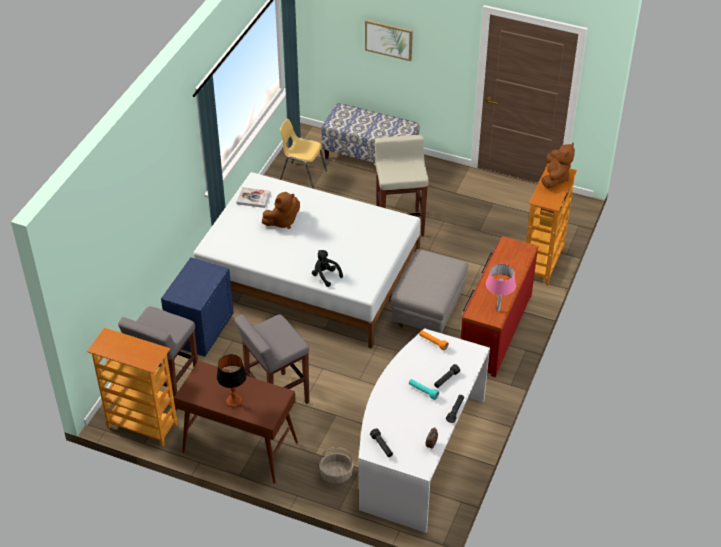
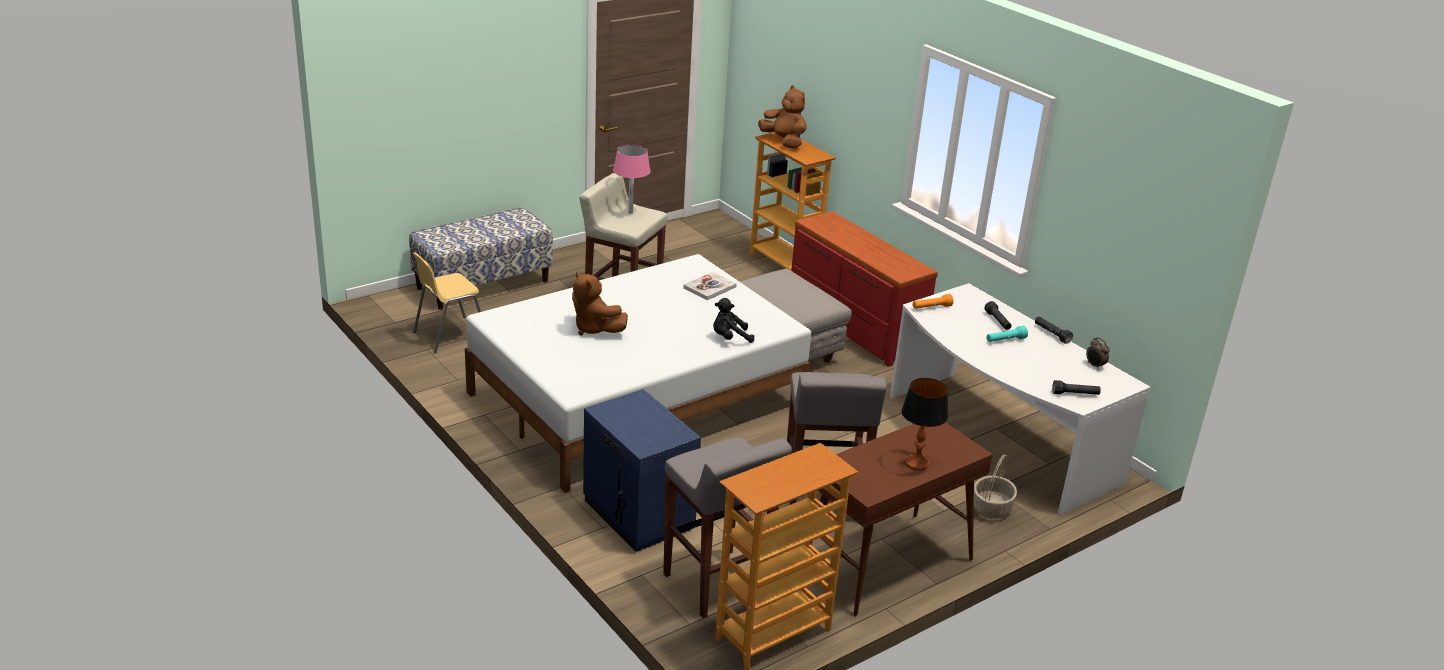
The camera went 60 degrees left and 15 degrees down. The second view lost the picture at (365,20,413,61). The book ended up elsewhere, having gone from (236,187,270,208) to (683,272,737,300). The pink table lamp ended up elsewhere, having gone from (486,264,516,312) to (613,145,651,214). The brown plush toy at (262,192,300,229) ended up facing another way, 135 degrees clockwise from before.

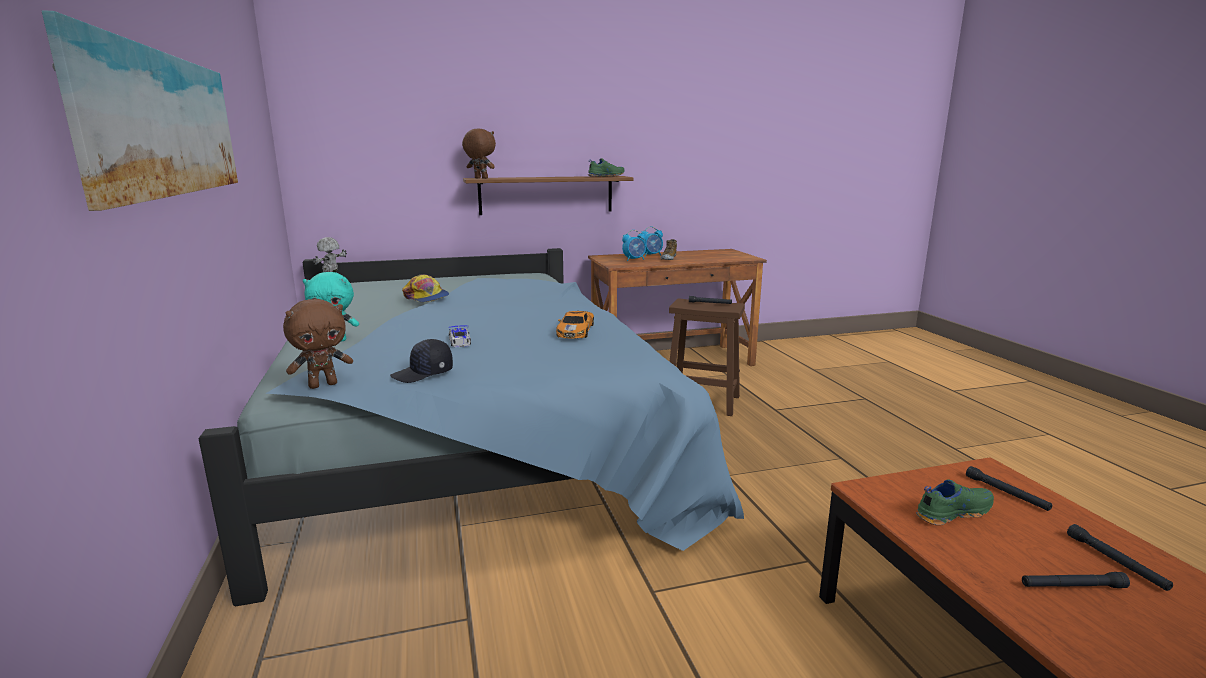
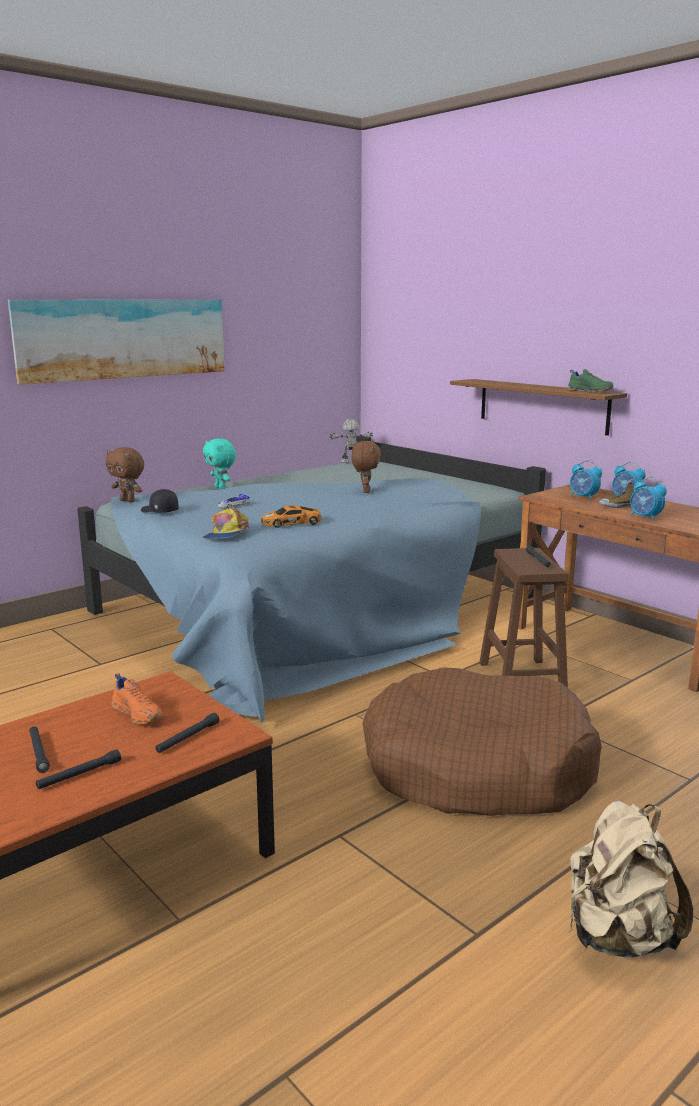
The camera went 65 degrees right and 0 degrees up. The second view gained the brown dog bed at (362,668,602,816). The second view gained the beige backpack at (569,801,693,957). The second view gained the alarm clock at (630,477,667,521). The cap ended up elsewhere, having gone from (402,275,449,302) to (202,508,249,539). The brown plush toy ended up elsewhere, having gone from (462,129,496,179) to (352,441,381,493). What was the green shoe at (916,479,994,526) turned into the orange shoe at (111,673,163,725).

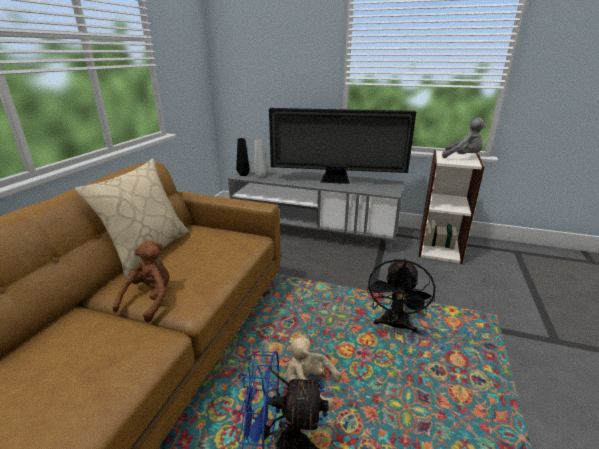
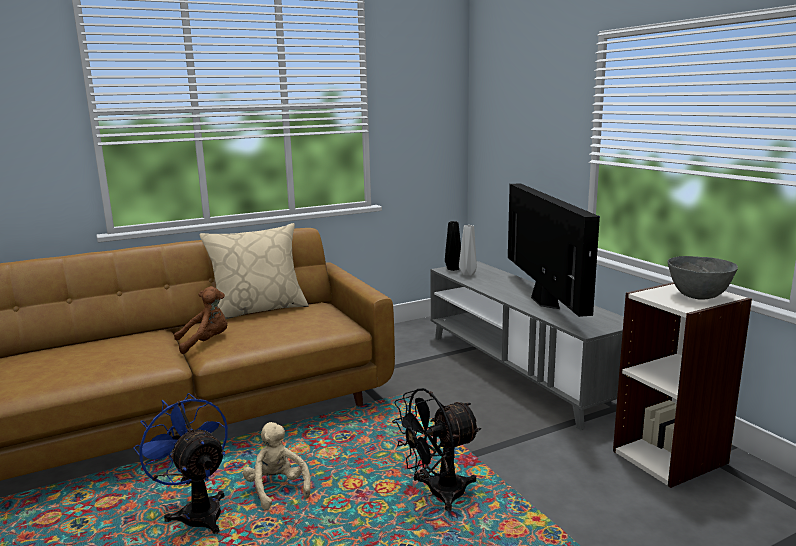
The camera went 45 degrees right and 10 degrees down. Where the grey plush toy stood at (442,118,487,158), the grey bowl came to stand at (668,256,738,300). The television at (269,108,416,184) ended up facing another way, 150 degrees counterclockwise from before.

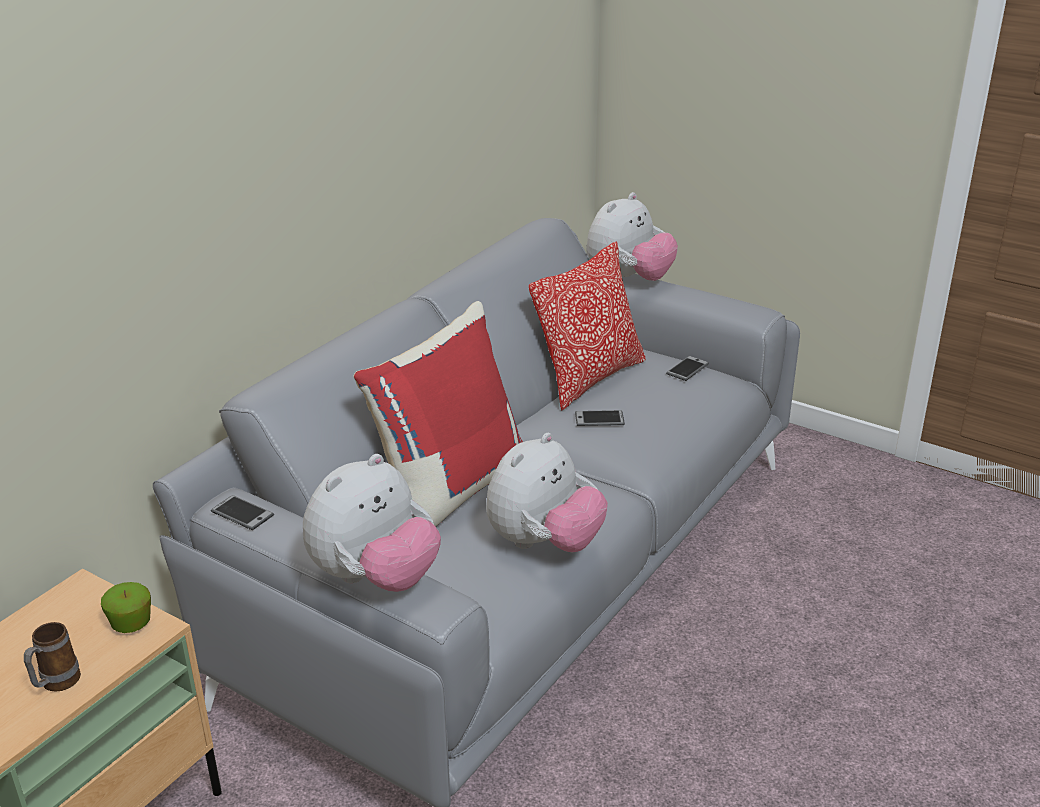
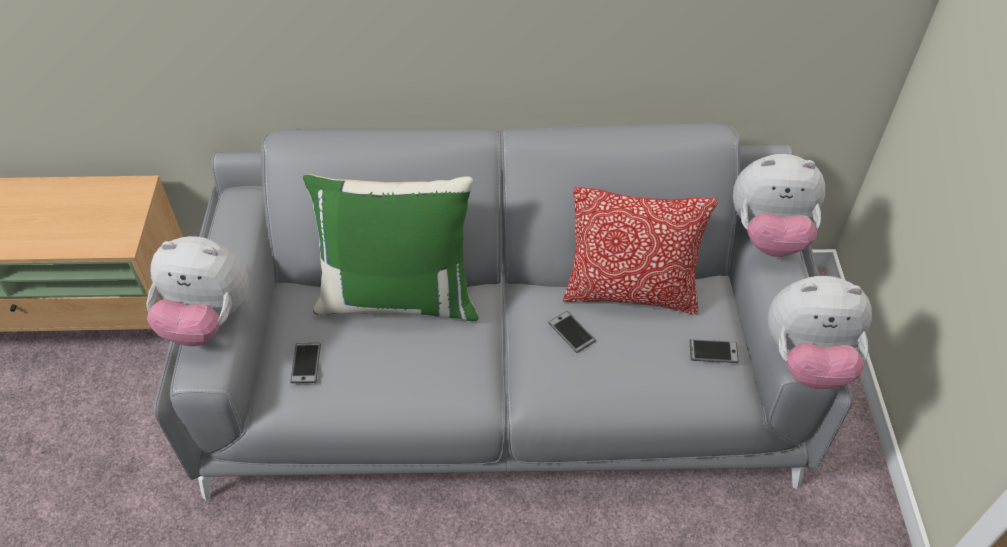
The camera went 55 degrees right and 20 degrees up. The second view lost the mug at (24,622,81,692). The second view lost the apple at (101,582,151,633). The phone ended up elsewhere, having gone from (211,495,274,530) to (290,343,321,383). The plush toy ended up elsewhere, having gone from (486,433,608,552) to (768,276,872,389). What was the red pillow at (353,301,523,527) turned into the green pillow at (303,174,479,321).

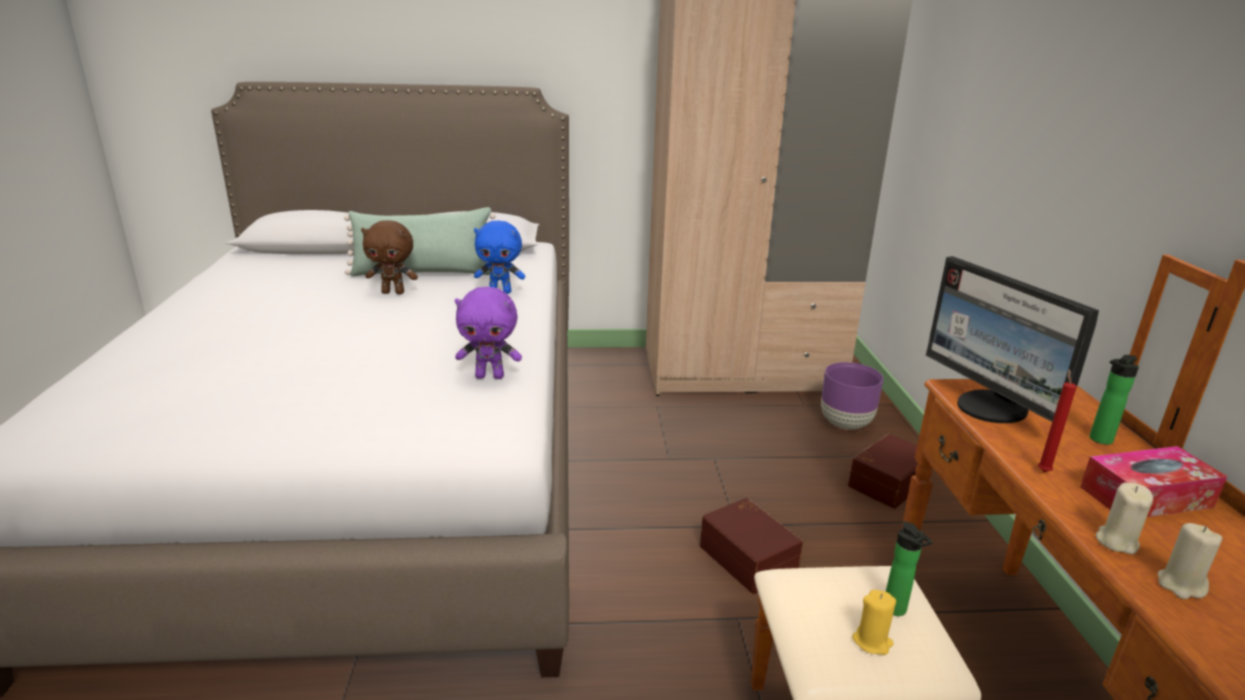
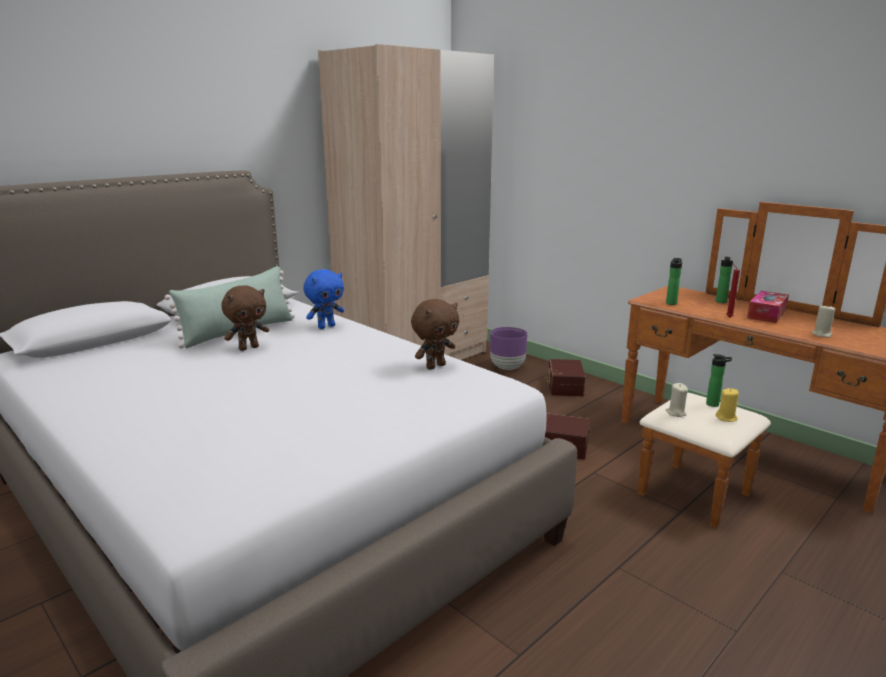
The camera went 40 degrees left and 5 degrees down. The beige candle ended up elsewhere, having gone from (1096,483,1153,554) to (666,383,688,417). Where the monitor stood at (926,256,1099,423), the bottle came to stand at (666,258,682,305). What was the purple plush toy at (455,287,522,379) turned into the brown plush toy at (411,299,459,370).

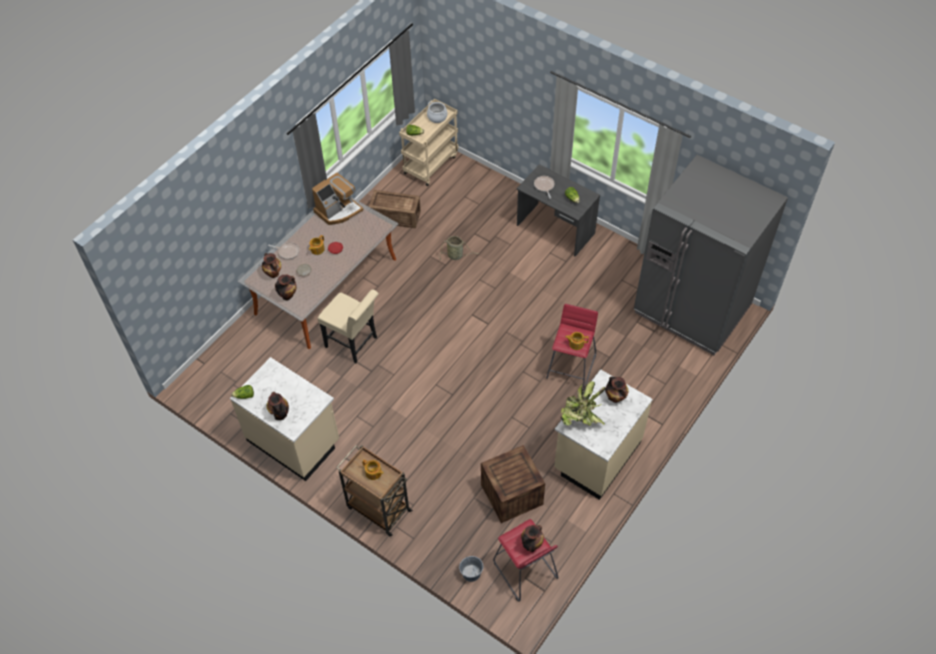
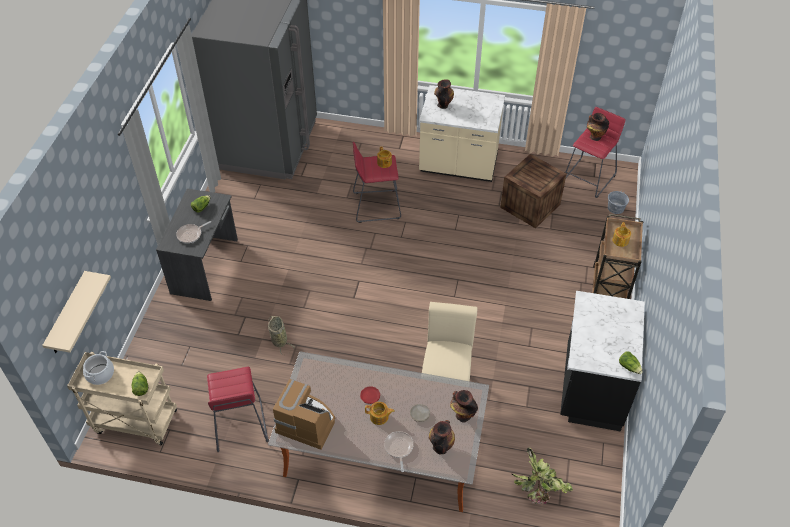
The camera went 115 degrees left and 5 degrees down. The second view lost the vase at (266,392,289,420). The second view gained the beige shelf at (42,271,111,353). The potted plant ended up elsewhere, having gone from (561,381,605,426) to (512,448,573,505). Where the crate stood at (369,190,421,228), the red stool came to stand at (207,367,269,452). What was the beige counter at (230,357,339,481) turned into the black counter at (560,291,645,432).

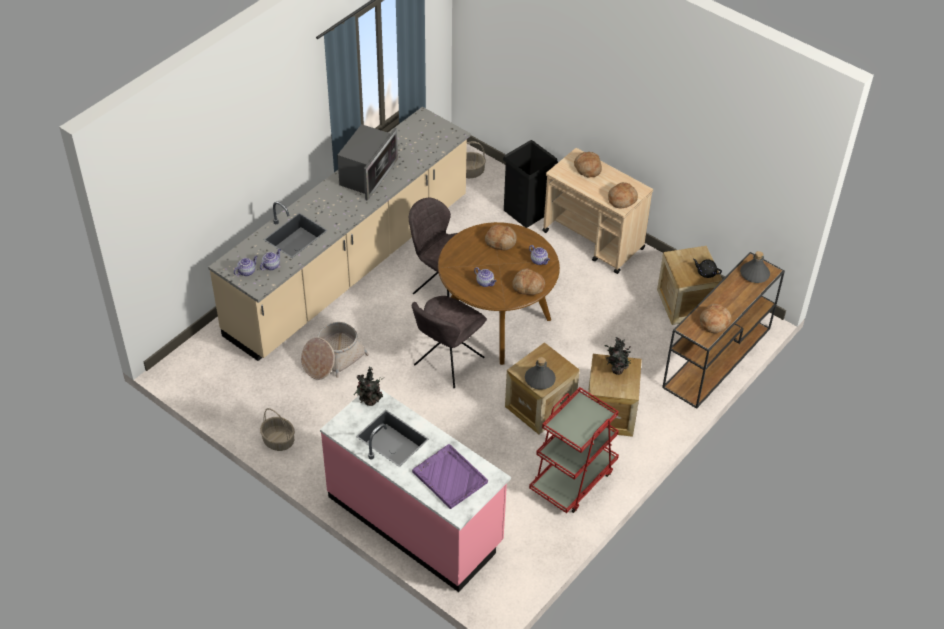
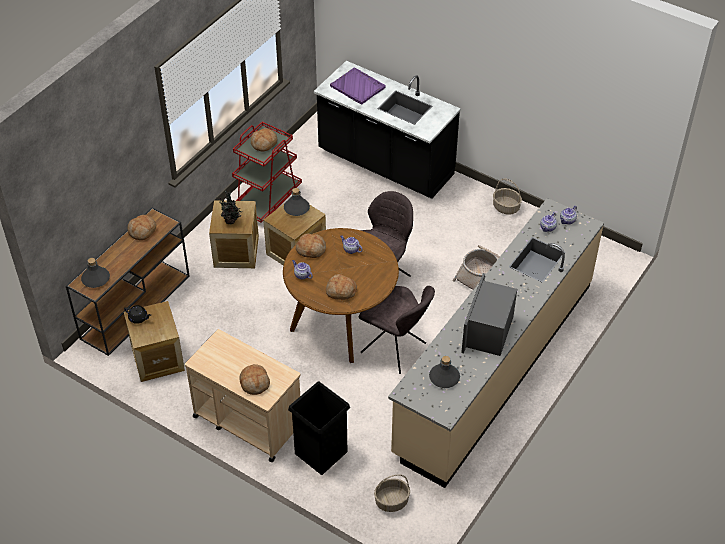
The camera went 175 degrees right and 0 degrees up. The second view lost the potted plant at (354,367,383,406). The second view gained the grey bottle at (429,356,460,388). The bread ended up elsewhere, having gone from (608,182,638,208) to (251,128,277,151). What was the pink counter at (320,389,511,592) turned into the black counter at (314,61,461,199).

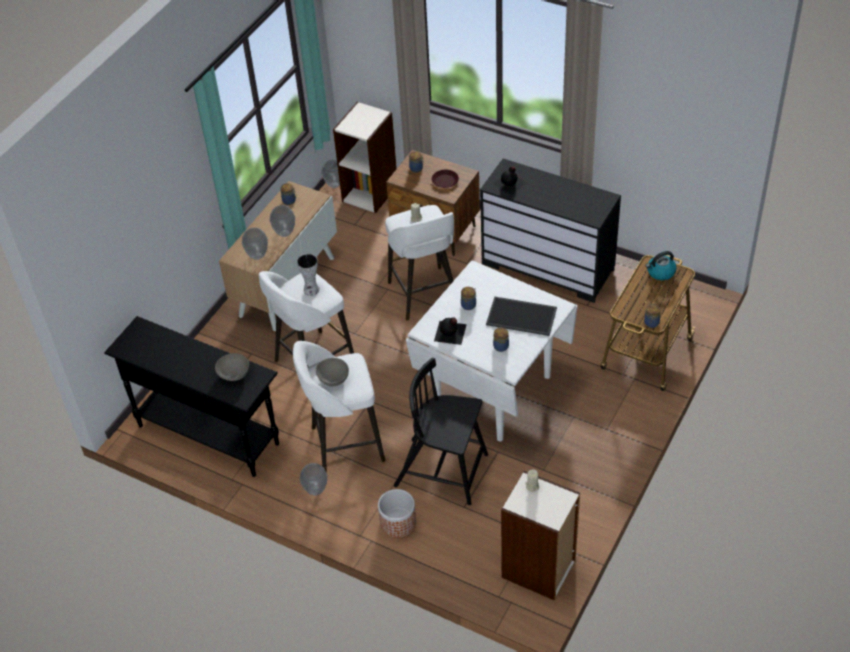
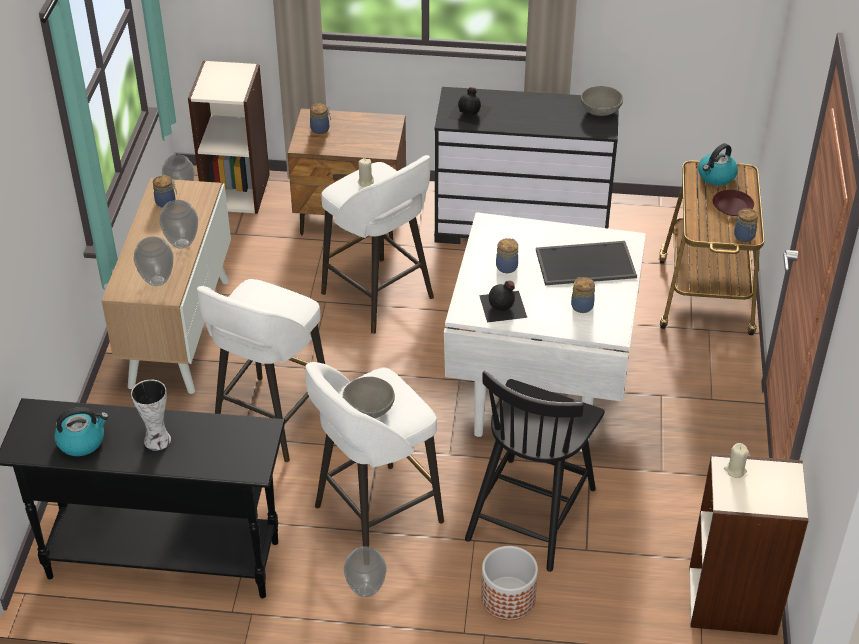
The camera went 25 degrees left and 5 degrees down. The second view gained the kettle at (54,407,109,456). The grey bowl ended up elsewhere, having gone from (215,353,249,381) to (581,86,623,116). The vase ended up elsewhere, having gone from (297,254,320,296) to (131,379,171,450). The brown plate ended up elsewhere, having gone from (432,170,459,188) to (713,190,754,216). The black chair at (394,357,488,505) ended up facing another way, 60 degrees counterclockwise from before.

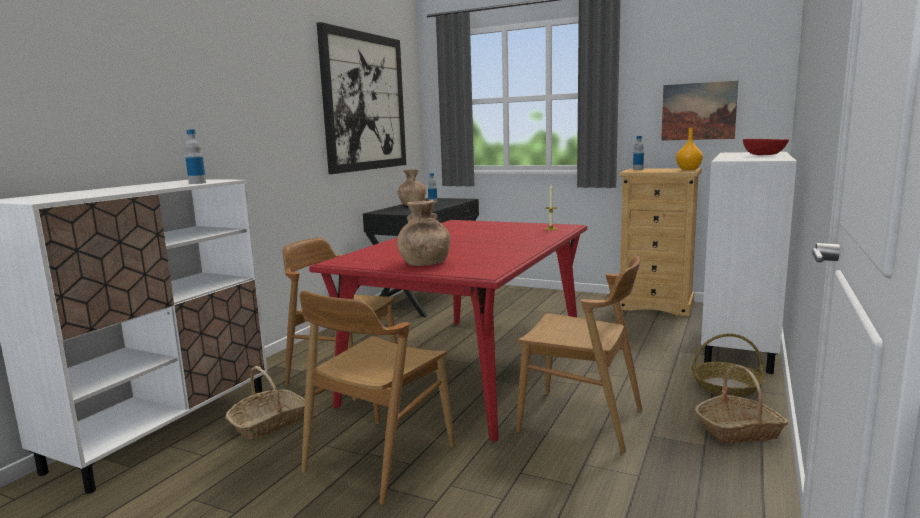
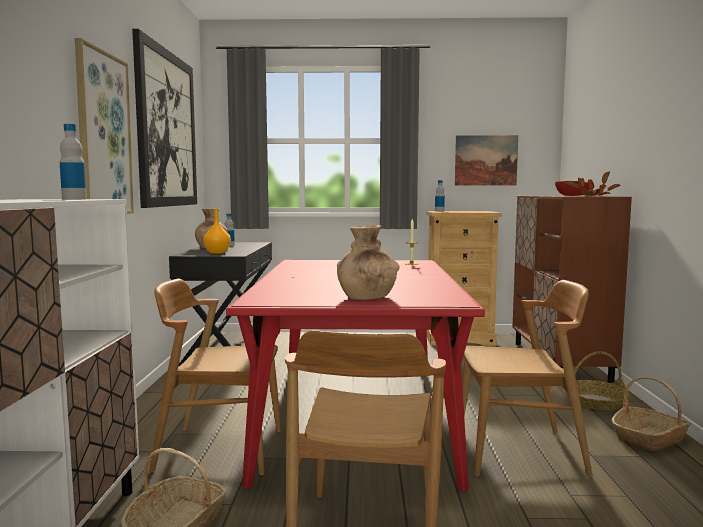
The camera went 25 degrees left and 5 degrees down. The second view gained the picture at (75,38,134,214). The second view gained the potted plant at (564,172,621,196). The orange vase ended up elsewhere, having gone from (676,128,703,170) to (203,209,231,254). What was the white cabinet at (701,152,797,374) turned into the brown cabinet at (513,196,632,383).

